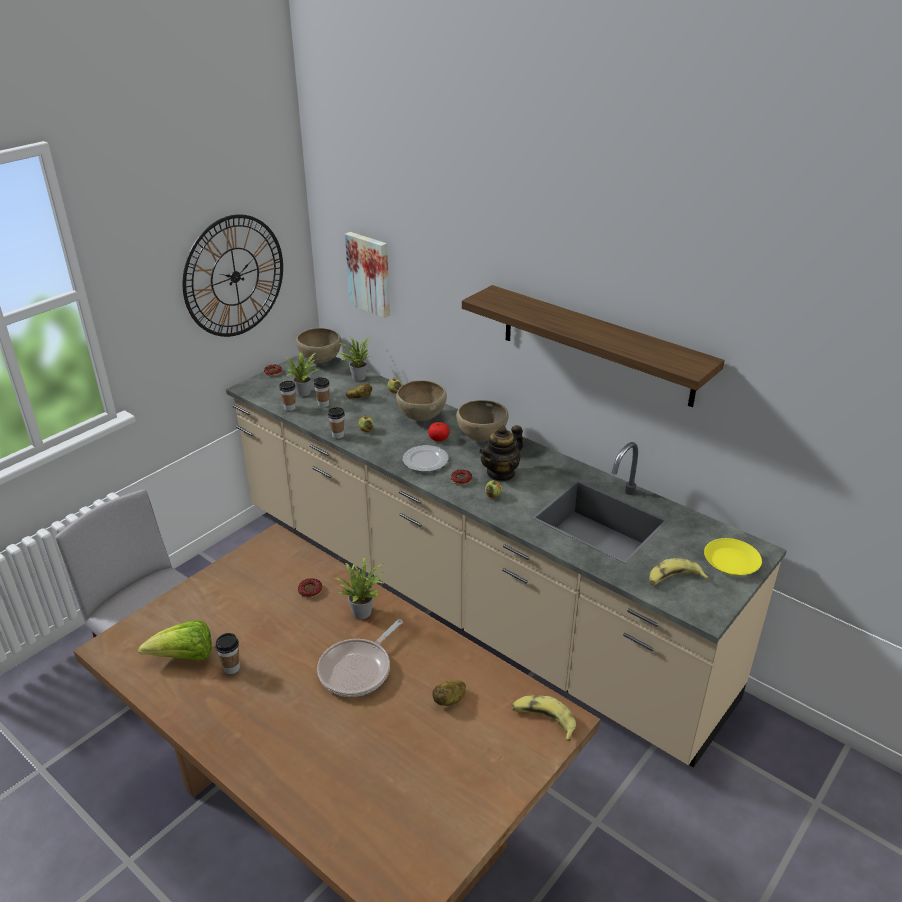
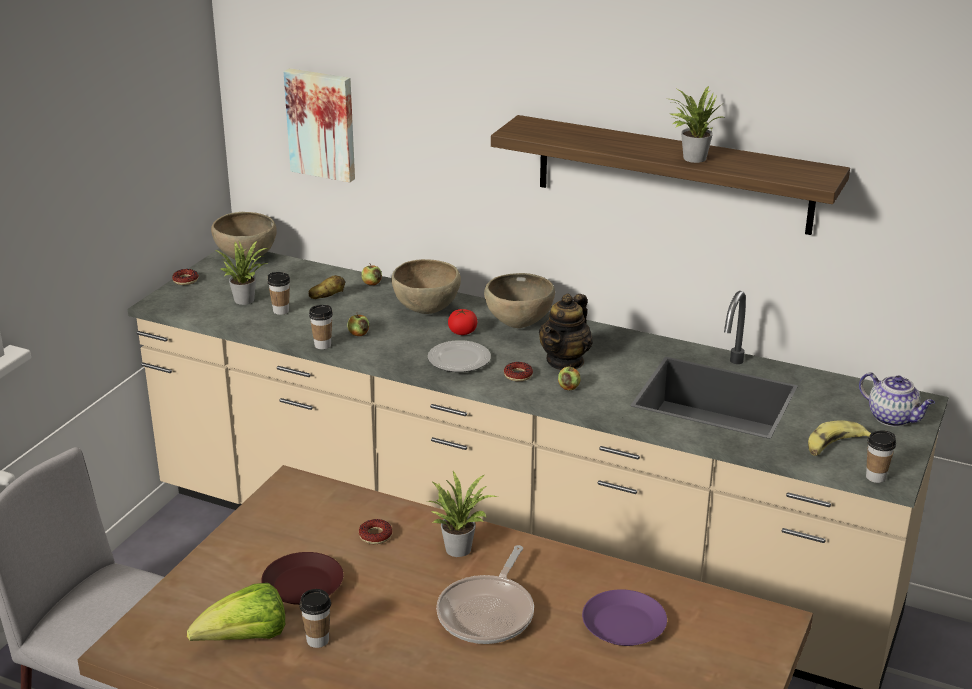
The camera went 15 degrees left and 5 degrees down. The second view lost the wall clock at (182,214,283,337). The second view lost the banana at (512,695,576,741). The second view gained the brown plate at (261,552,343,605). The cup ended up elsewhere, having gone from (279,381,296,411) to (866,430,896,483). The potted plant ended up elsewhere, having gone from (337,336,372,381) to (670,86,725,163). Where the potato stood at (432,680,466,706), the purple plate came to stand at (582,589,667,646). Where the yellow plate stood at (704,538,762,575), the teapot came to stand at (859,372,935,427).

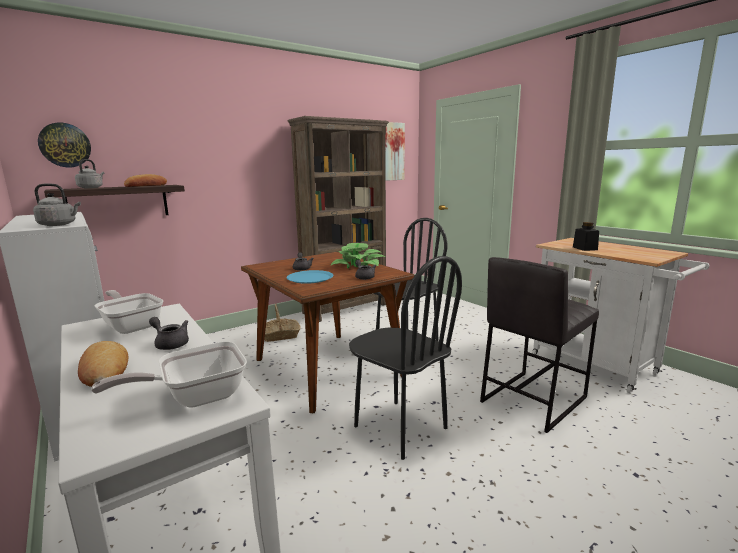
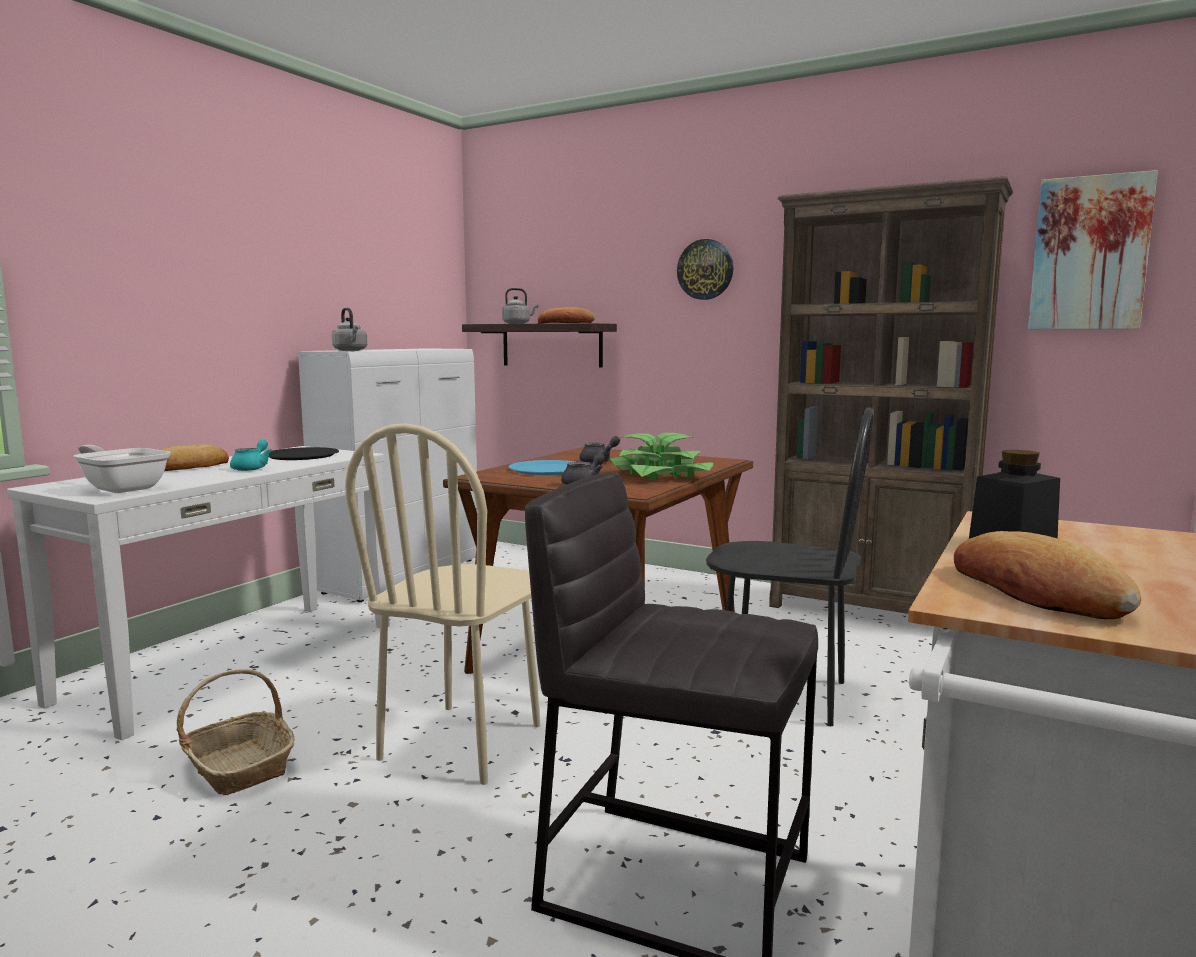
The camera went 65 degrees right and 5 degrees down. The second view gained the bread at (954,531,1141,619). The wall clock ended up elsewhere, having gone from (38,122,91,167) to (677,239,734,300). The basket ended up elsewhere, having gone from (264,304,301,342) to (177,669,295,795). Where the frying pan stood at (94,290,163,334), the black plate came to stand at (269,447,339,460). What was the grey teapot at (149,317,189,350) turned into the turquoise teapot at (230,439,272,471). What was the black chair at (349,256,462,460) turned into the beige chair at (345,423,540,785).

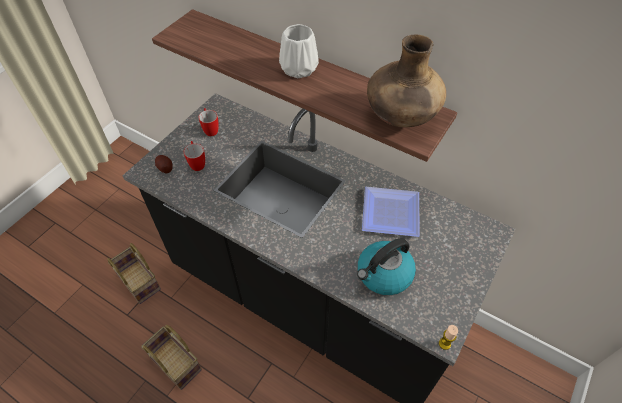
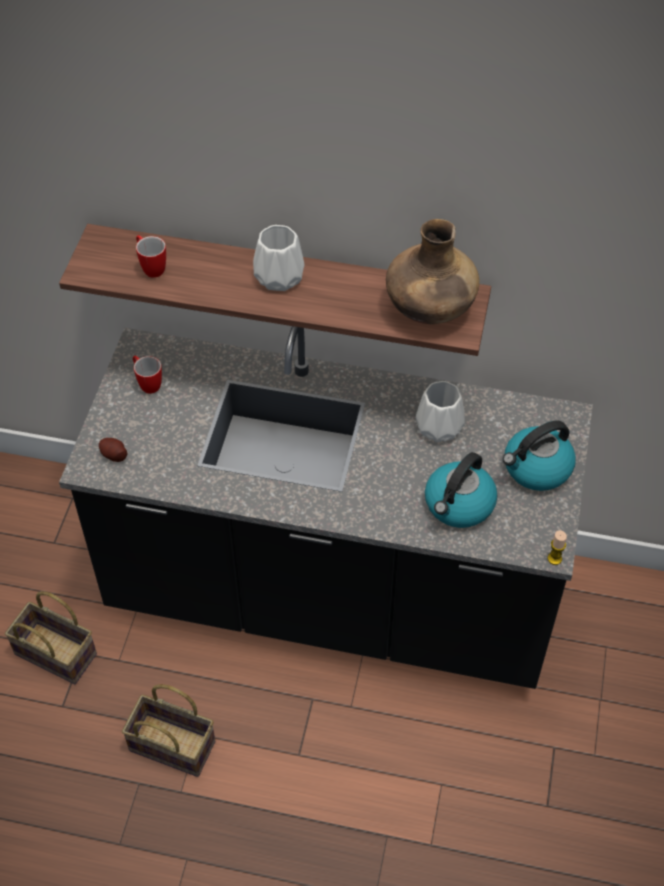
The camera went 20 degrees left and 0 degrees up. The second view gained the kettle at (503,420,576,491). The mug ended up elsewhere, having gone from (184,141,205,171) to (136,235,166,278). Where the plate stood at (362,187,420,237), the white vase came to stand at (416,381,465,442).

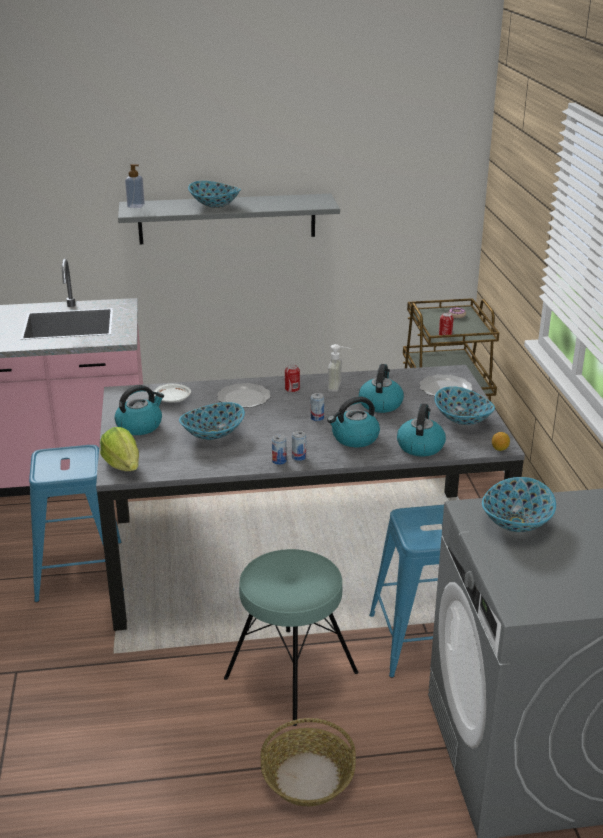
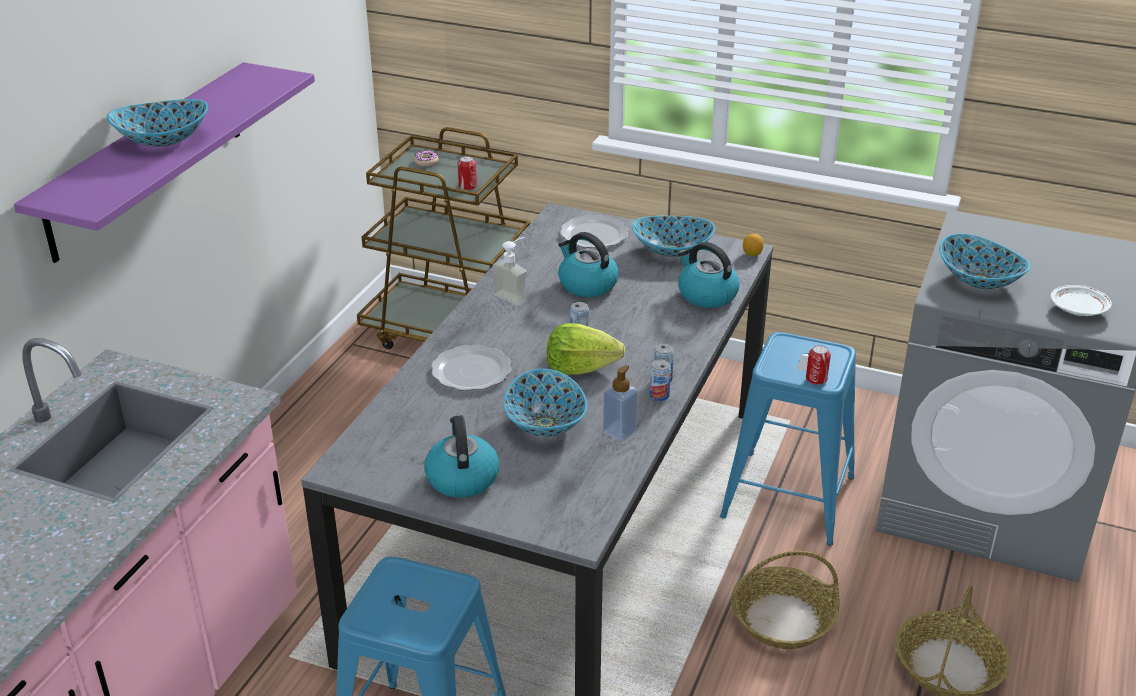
The camera went 60 degrees left and 5 degrees up. The second view lost the kettle at (327,396,380,447). The lettuce ended up elsewhere, having gone from (100,427,139,471) to (547,323,626,375). The soap dispenser ended up elsewhere, having gone from (125,164,145,208) to (603,365,638,441). The white plate ended up elsewhere, having gone from (154,384,191,402) to (1050,285,1112,316). The can ended up elsewhere, having gone from (285,365,300,392) to (806,345,831,385). Where the turquoise stool stood at (224,549,359,726), the basket came to stand at (731,551,839,649). What was the grey shelf at (118,194,340,244) turned into the purple shelf at (14,62,315,263).

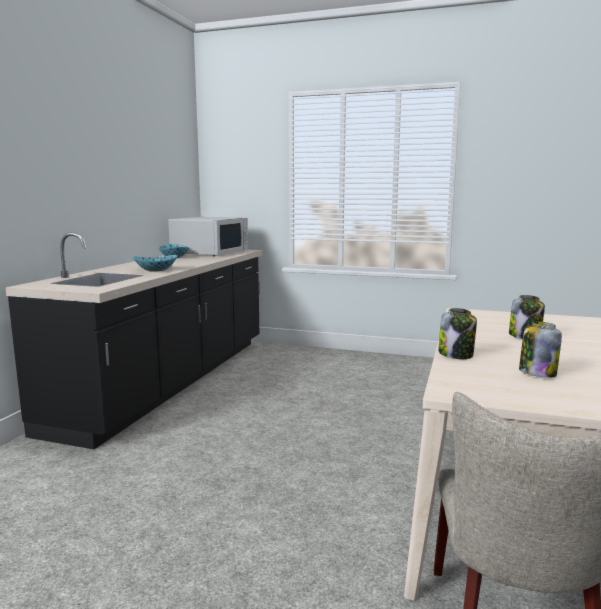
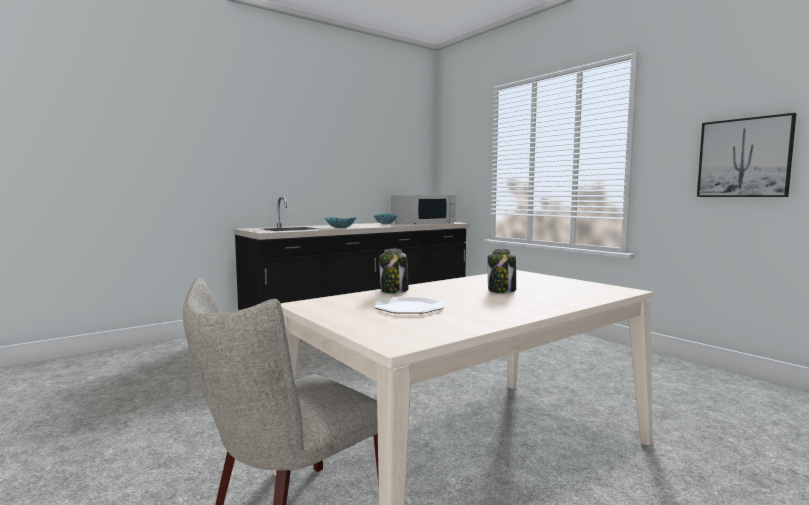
The camera went 35 degrees right and 5 degrees down. The second view gained the picture at (697,113,796,197). Where the jar stood at (519,321,562,378), the plate came to stand at (374,297,444,314).

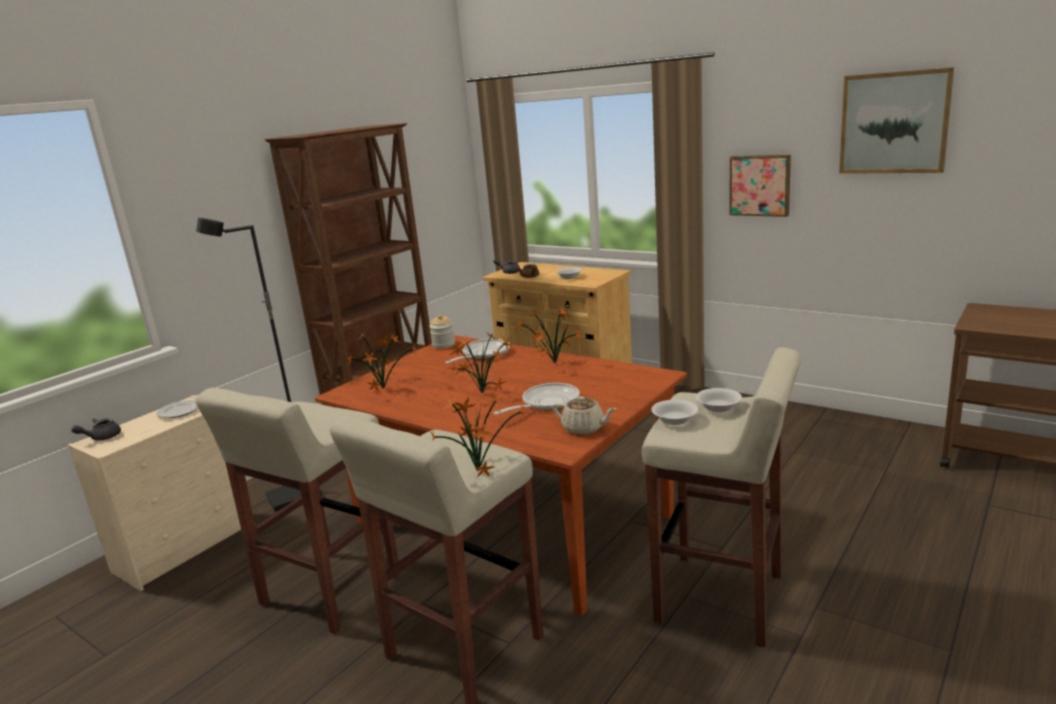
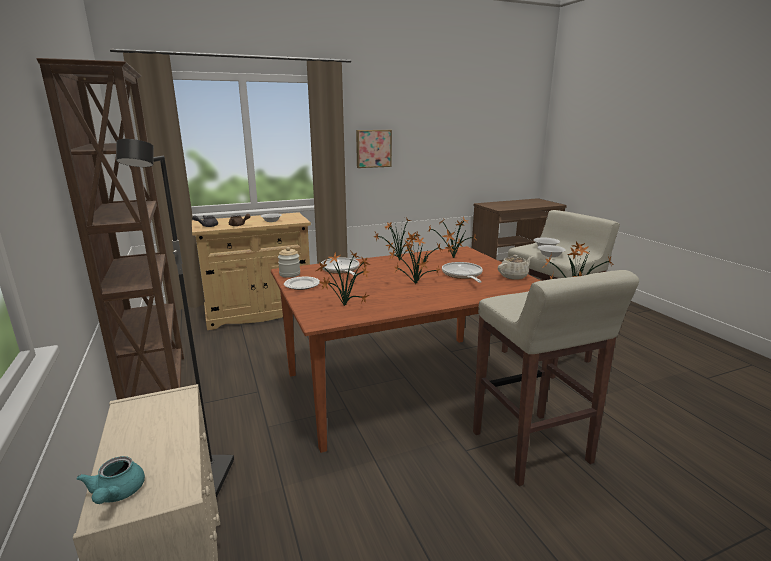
The camera went 60 degrees left and 0 degrees up. The second view lost the beige stool at (196,388,400,634). The second view lost the picture at (839,67,954,174). The second view gained the potted plant at (428,216,476,259). The plate ended up elsewhere, having gone from (156,400,198,418) to (284,277,320,290). What was the grey teapot at (71,418,121,440) turned into the turquoise teapot at (76,456,145,504).

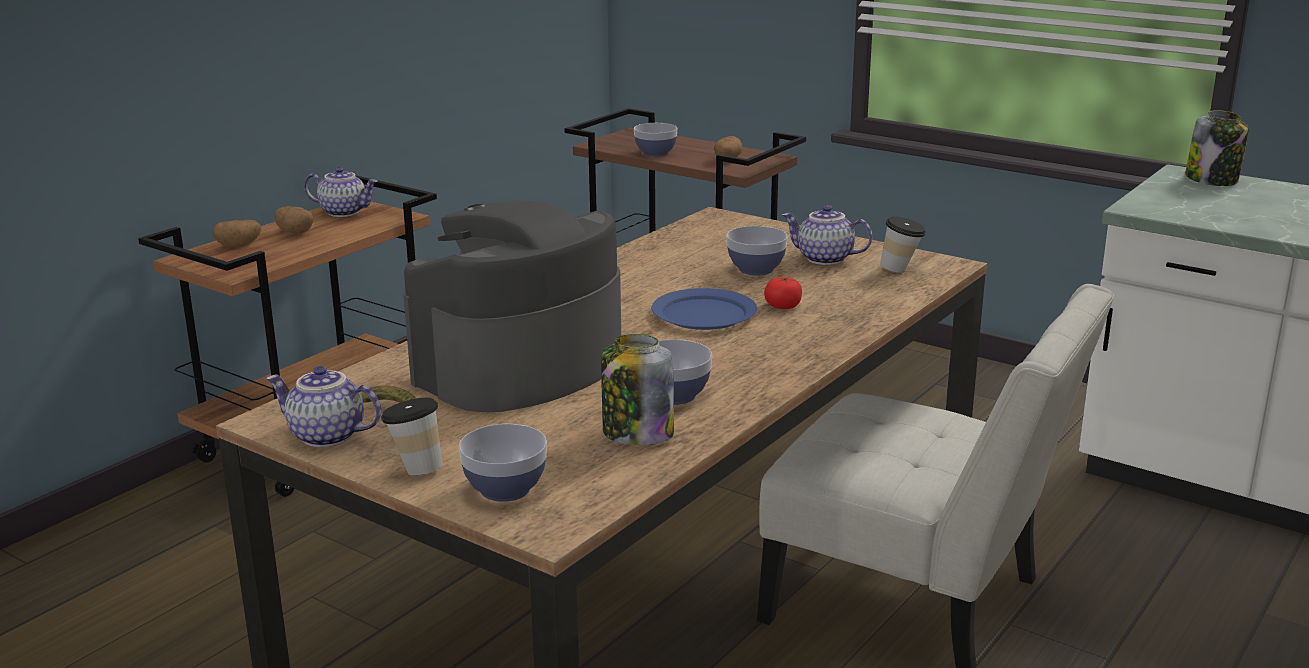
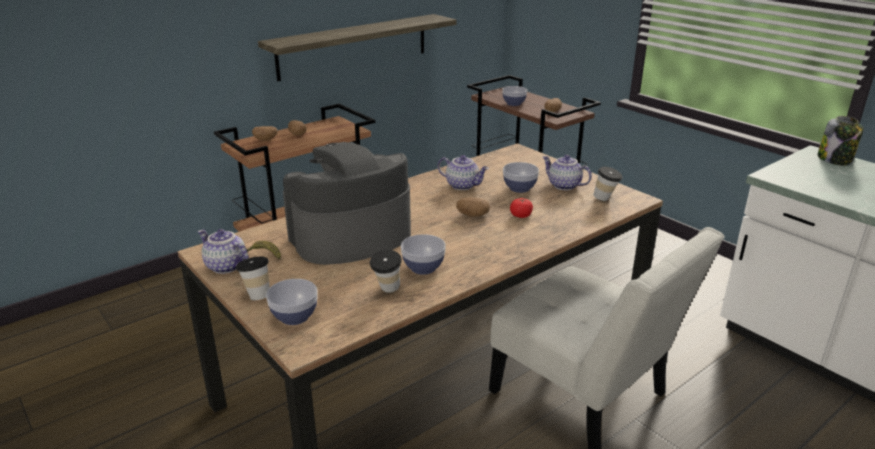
The camera went 15 degrees right and 5 degrees up. The second view gained the shelf at (258,14,456,81). The teapot ended up elsewhere, having gone from (304,167,378,217) to (438,155,489,190). Where the jar stood at (601,334,674,445), the cup came to stand at (370,250,402,293). Where the blue plate stood at (652,288,757,330), the potato came to stand at (456,198,490,217).

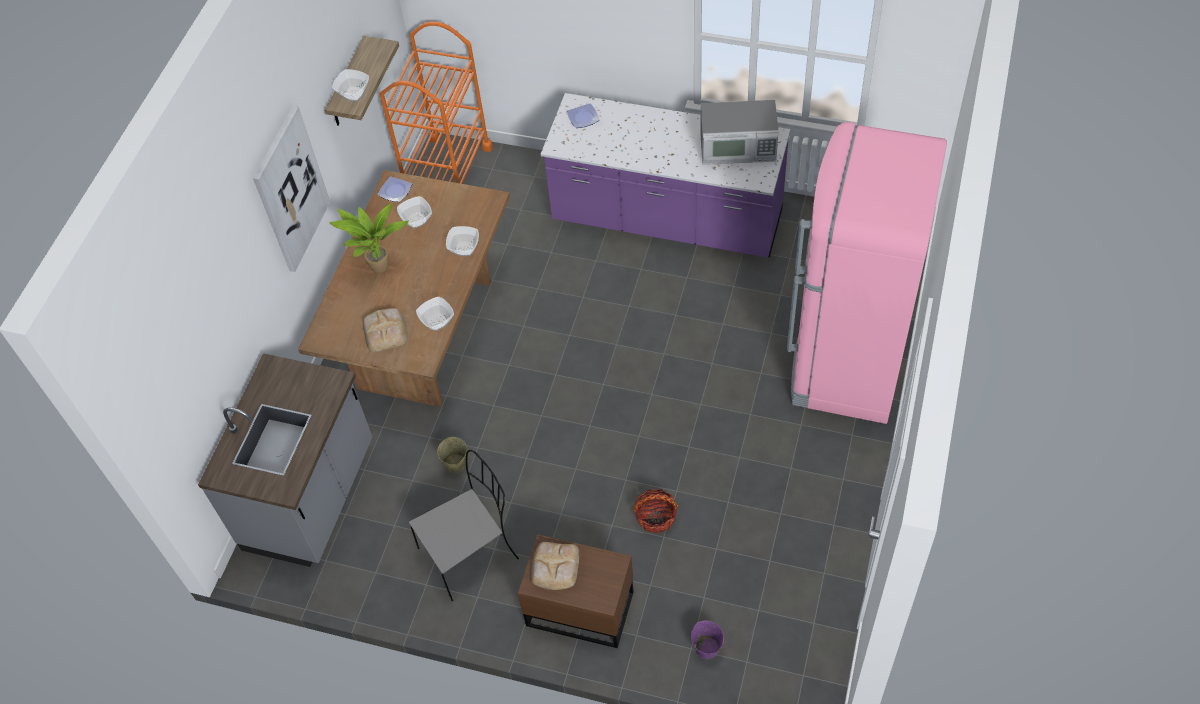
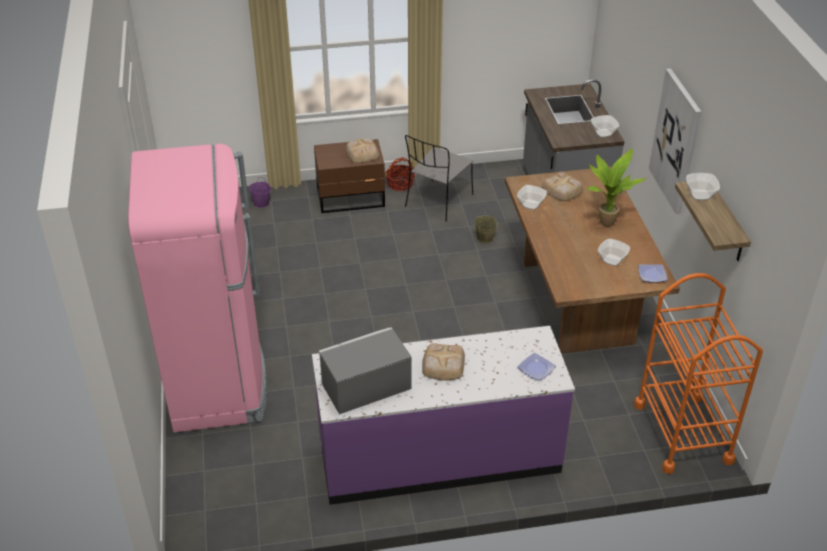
The camera went 150 degrees right and 15 degrees down. The second view gained the bread at (422,343,465,381). The bowl ended up elsewhere, having gone from (446,226,479,256) to (591,115,619,138). The basket ended up elsewhere, having gone from (633,489,679,533) to (386,157,415,191).

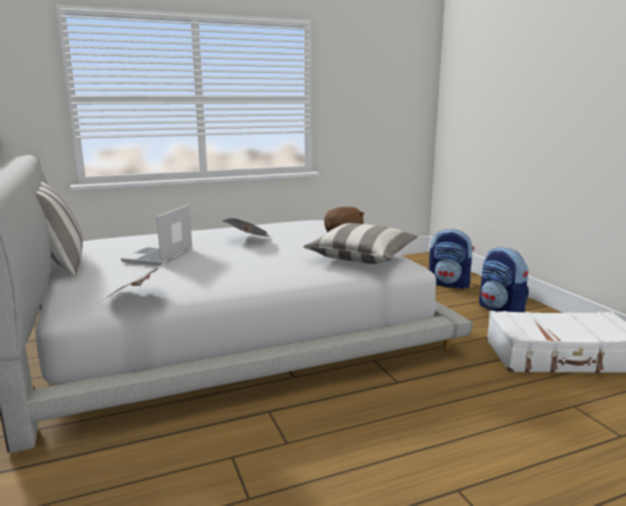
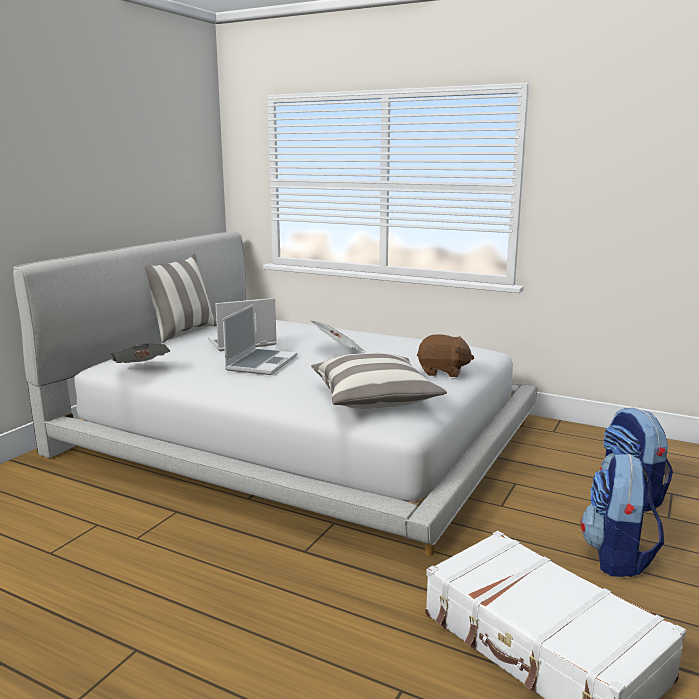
The camera went 50 degrees right and 0 degrees up. The second view gained the laptop at (223,304,297,375).

